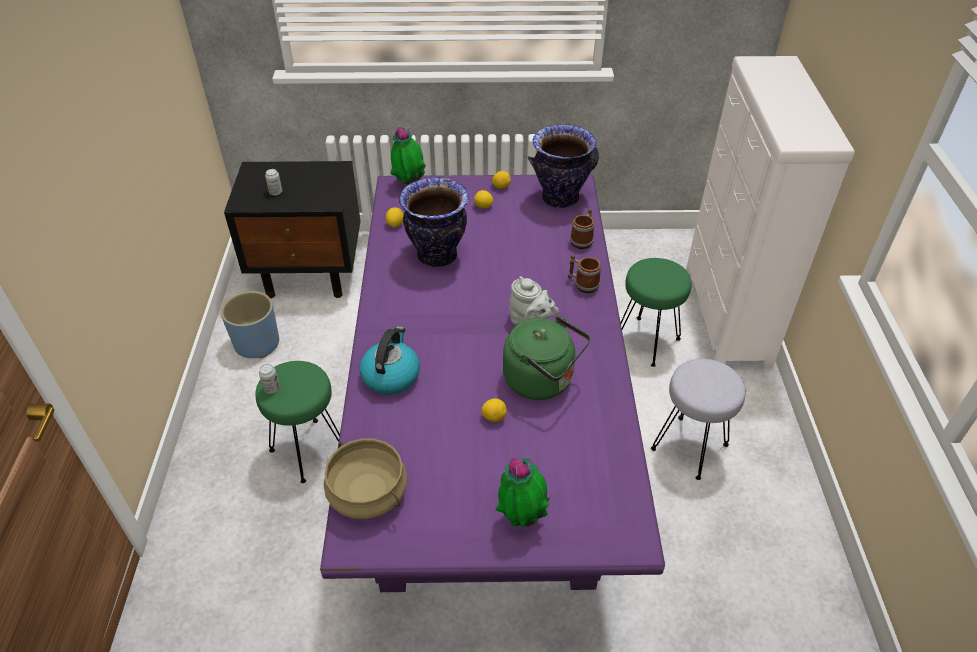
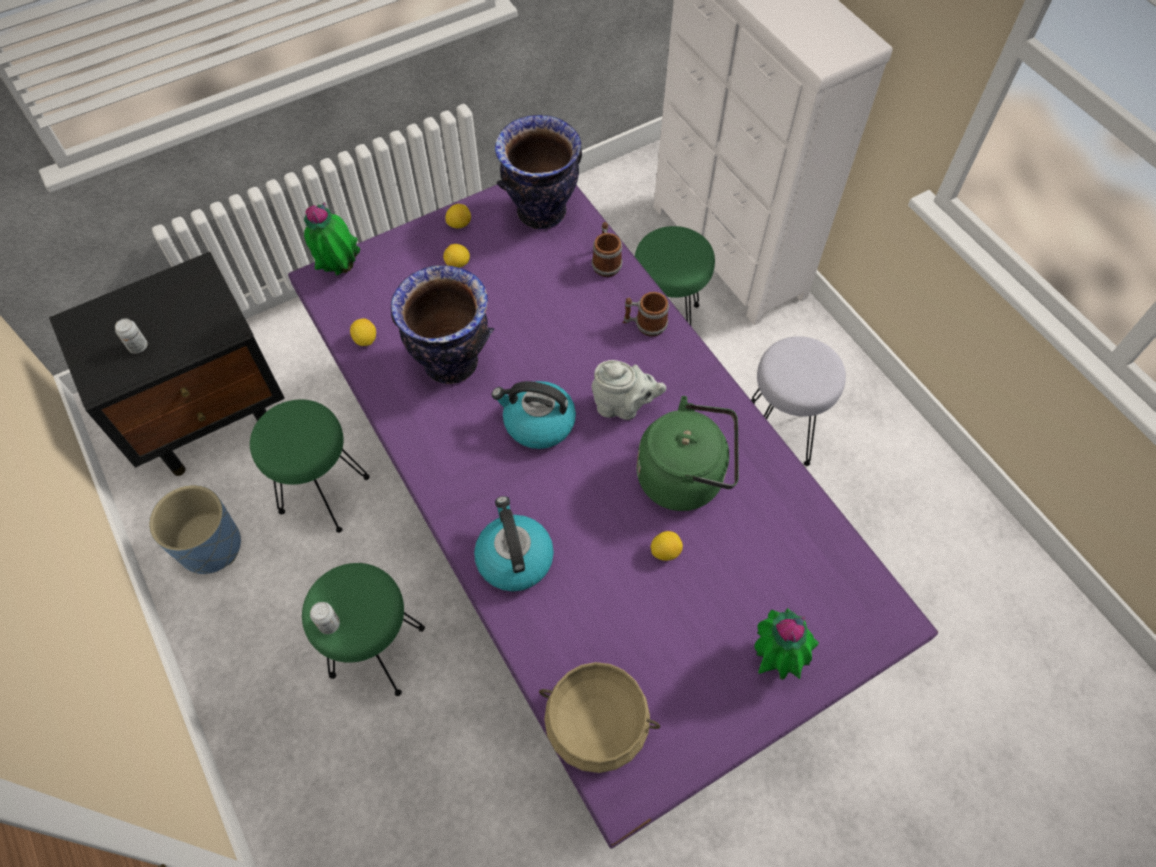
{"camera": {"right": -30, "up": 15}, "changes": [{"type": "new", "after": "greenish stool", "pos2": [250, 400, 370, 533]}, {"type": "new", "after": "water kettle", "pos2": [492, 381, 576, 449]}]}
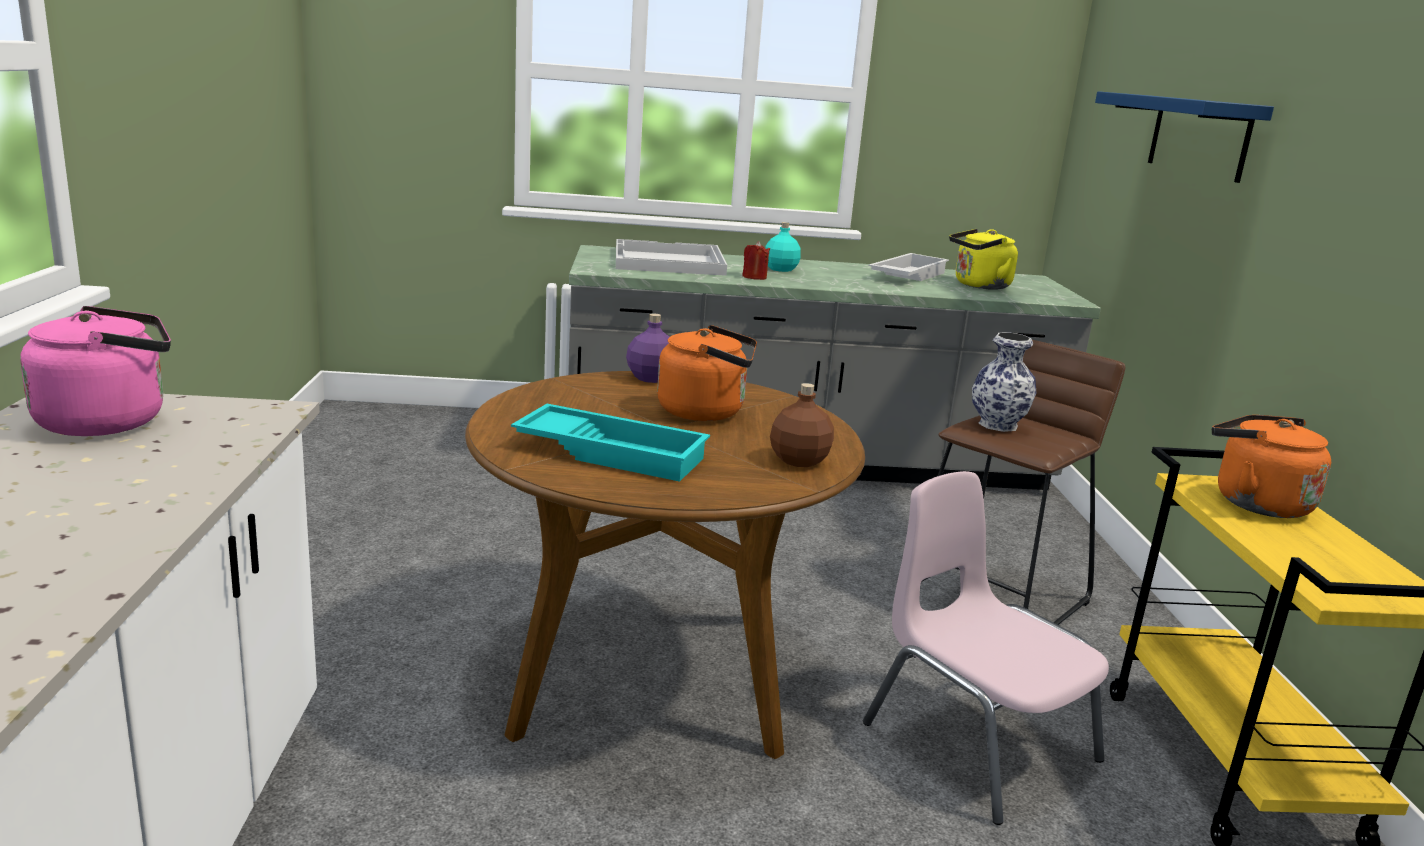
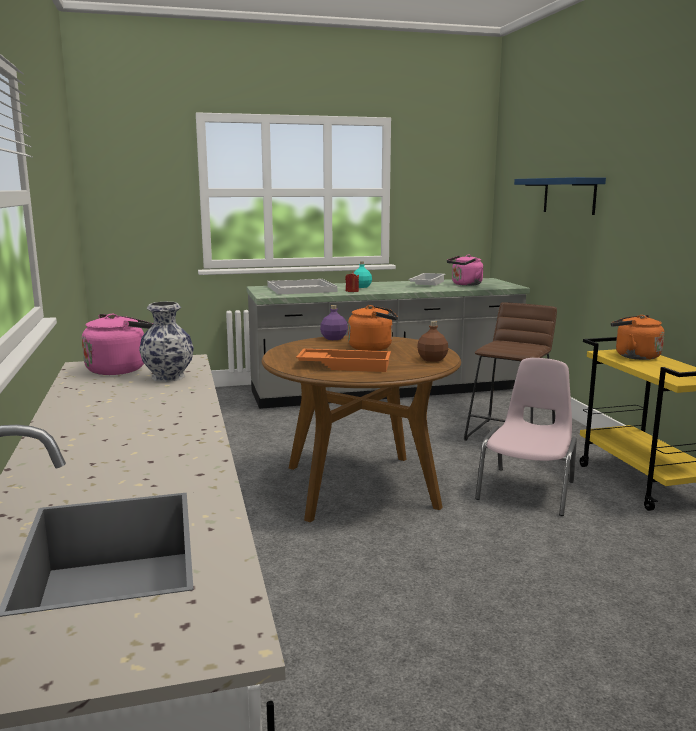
{"camera": {"right": -10, "up": -5}, "changes": [{"type": "shifted", "before": "flower vase", "pos1": [972, 332, 1036, 432], "pos2": [139, 302, 194, 382]}, {"type": "repainted", "before": "turquoise-coloured carrying tray", "after": "orangey carrying tray", "pos1": [511, 404, 710, 482], "pos2": [296, 349, 391, 372]}, {"type": "repainted", "before": "yellowish water kettle", "after": "pinkish water kettle", "pos1": [949, 229, 1018, 290], "pos2": [447, 255, 483, 286]}, {"type": "rotated", "before": "pinkish chair", "pos1": [863, 471, 1109, 825], "pos2": [475, 358, 577, 516], "turn": 75}]}
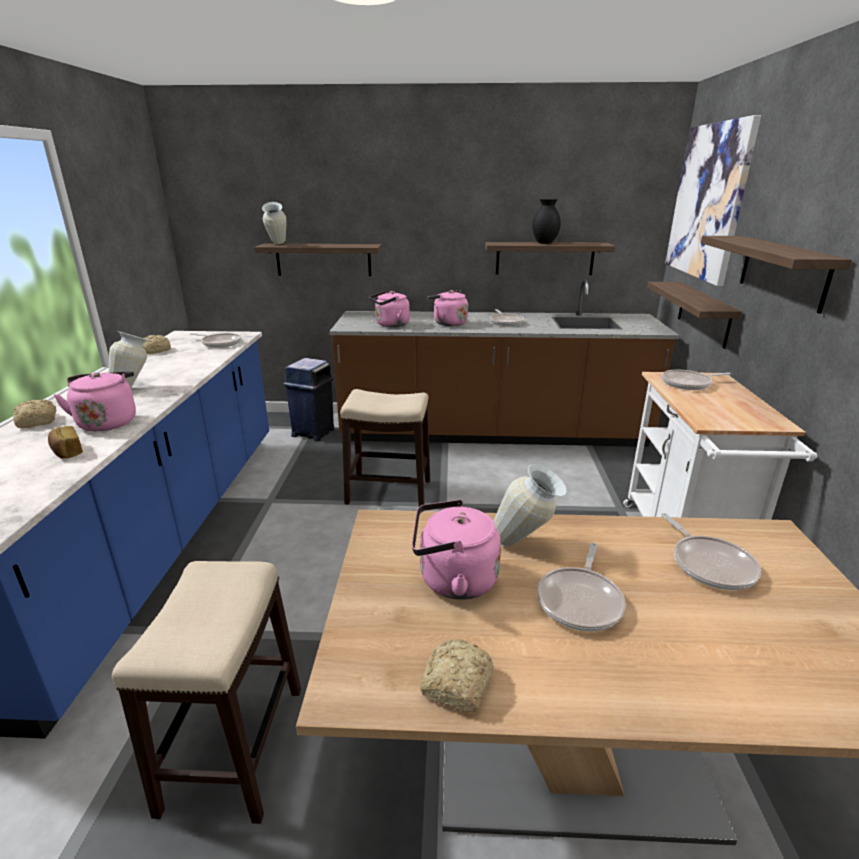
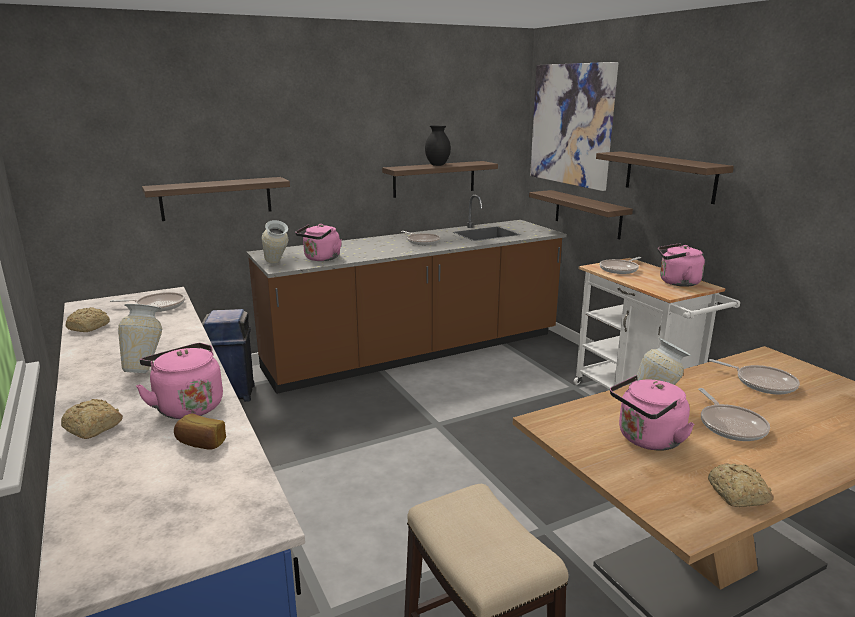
{"camera": {"right": -30, "up": -5}, "changes": [{"type": "gone", "before": "stool", "pos1": [340, 389, 430, 507]}, {"type": "shifted", "before": "flower vase", "pos1": [262, 202, 287, 244], "pos2": [262, 220, 289, 264]}, {"type": "shifted", "before": "pinkish water kettle", "pos1": [427, 290, 468, 326], "pos2": [658, 243, 705, 287]}]}
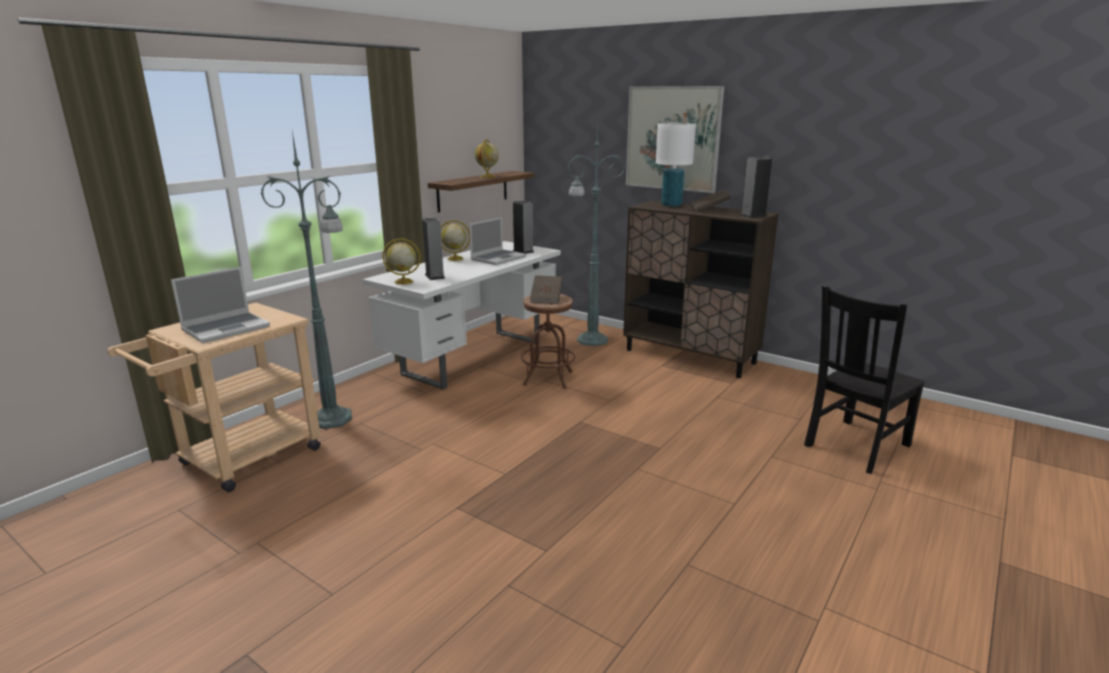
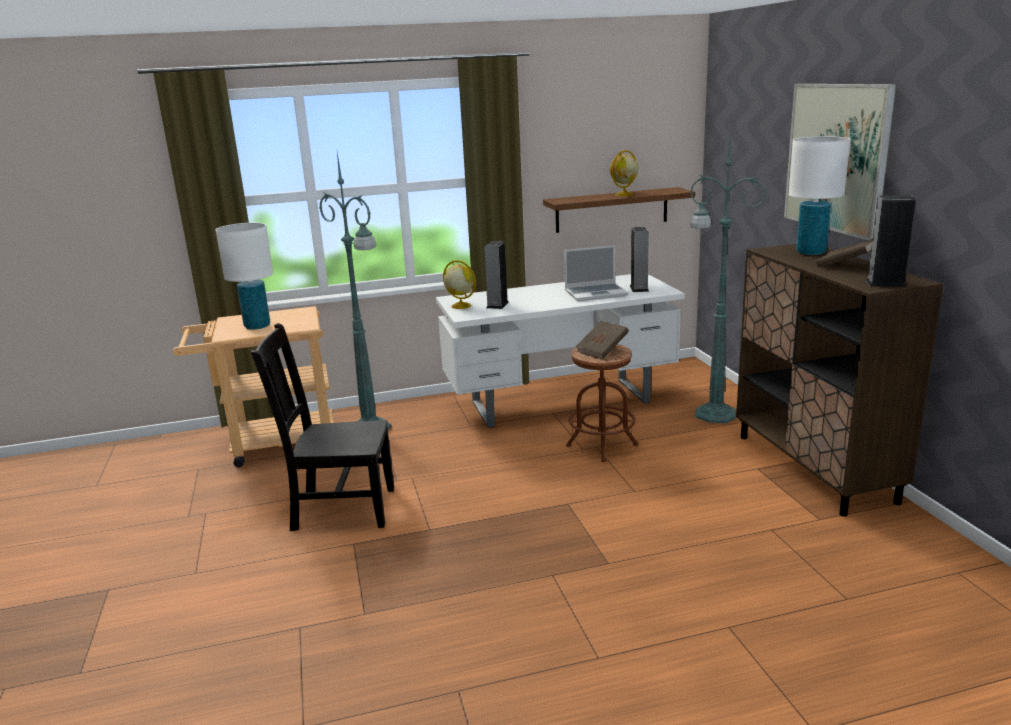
{"camera": {"right": 40, "up": 0}, "changes": [{"type": "gone", "before": "desk globe", "pos1": [441, 220, 470, 261]}, {"type": "shifted", "before": "black chair", "pos1": [804, 285, 925, 474], "pos2": [251, 323, 394, 531]}, {"type": "swapped", "before": "laptop", "after": "white tabletop lamp", "pos1": [171, 267, 270, 343], "pos2": [216, 223, 273, 330]}]}
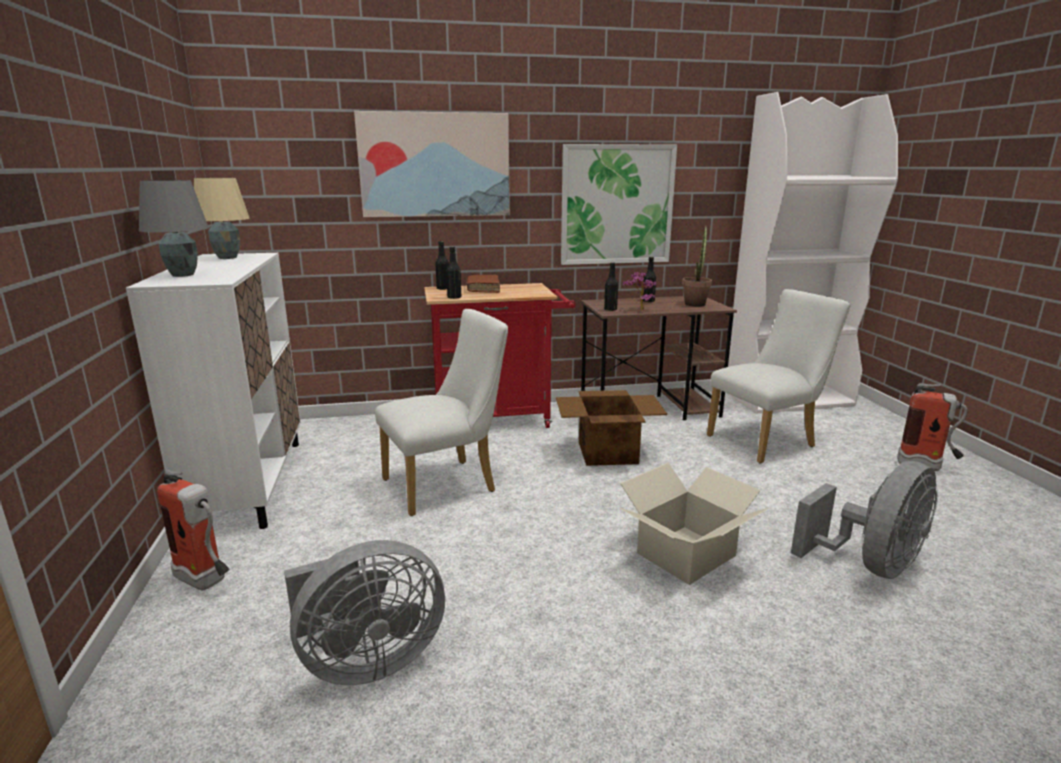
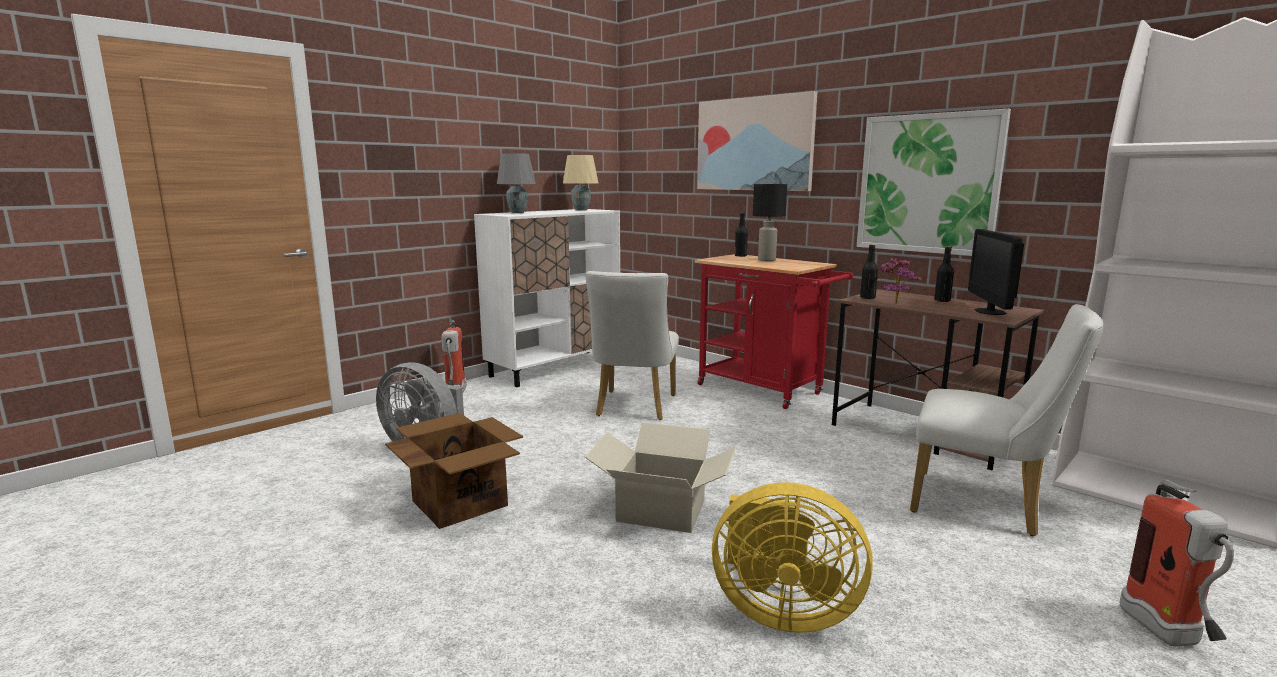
{"camera": {"right": 55, "up": -5}, "changes": [{"type": "gone", "before": "black drink bottle", "pos1": [446, 246, 461, 299]}, {"type": "shifted", "before": "packing box", "pos1": [556, 390, 667, 466], "pos2": [385, 413, 523, 529]}, {"type": "swapped", "before": "brown-coloured volume", "after": "black tabletop lamp", "pos1": [467, 275, 500, 293], "pos2": [753, 184, 787, 261]}, {"type": "swapped", "before": "plant in a pot", "after": "computer display", "pos1": [682, 225, 712, 307], "pos2": [968, 229, 1024, 315]}, {"type": "repainted", "before": "gray cooling fan", "after": "yellowish cooling fan", "pos1": [791, 461, 938, 579], "pos2": [712, 482, 873, 633]}, {"type": "rotated", "before": "white chair", "pos1": [375, 309, 508, 516], "pos2": [586, 271, 679, 420], "turn": 75}]}
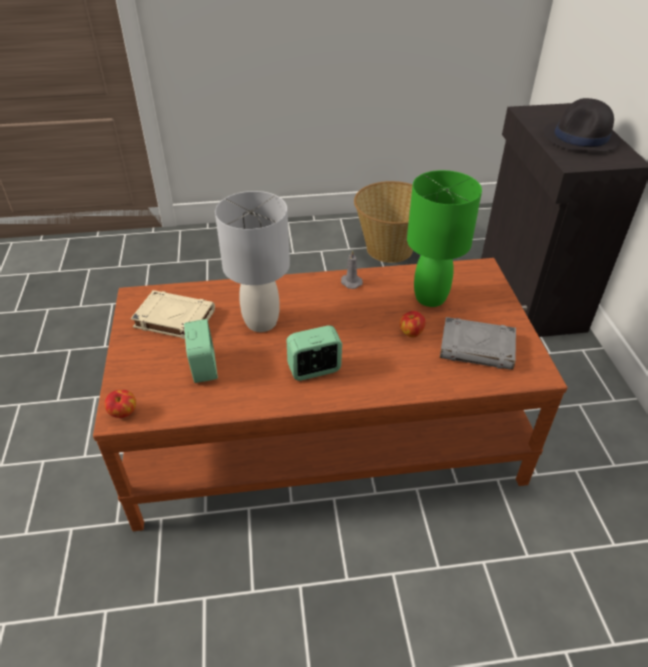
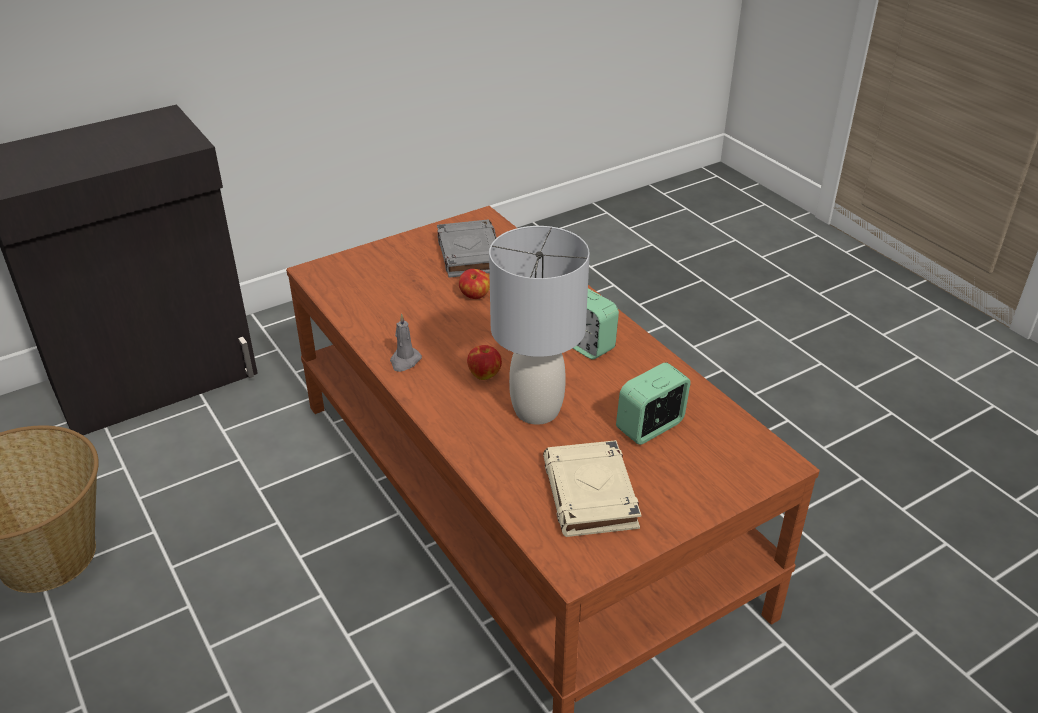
{"camera": {"right": -115, "up": -5}, "changes": [{"type": "gone", "before": "greenish tabletop lamp", "pos1": [407, 170, 482, 307]}, {"type": "gone", "before": "black hat", "pos1": [543, 98, 621, 152]}, {"type": "shifted", "before": "whole apple", "pos1": [105, 390, 136, 418], "pos2": [467, 345, 502, 380]}]}
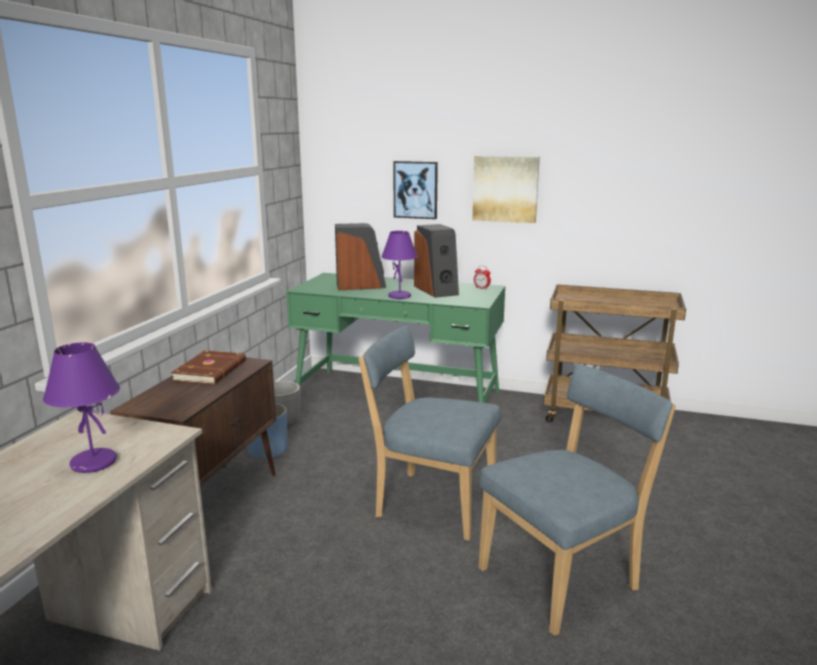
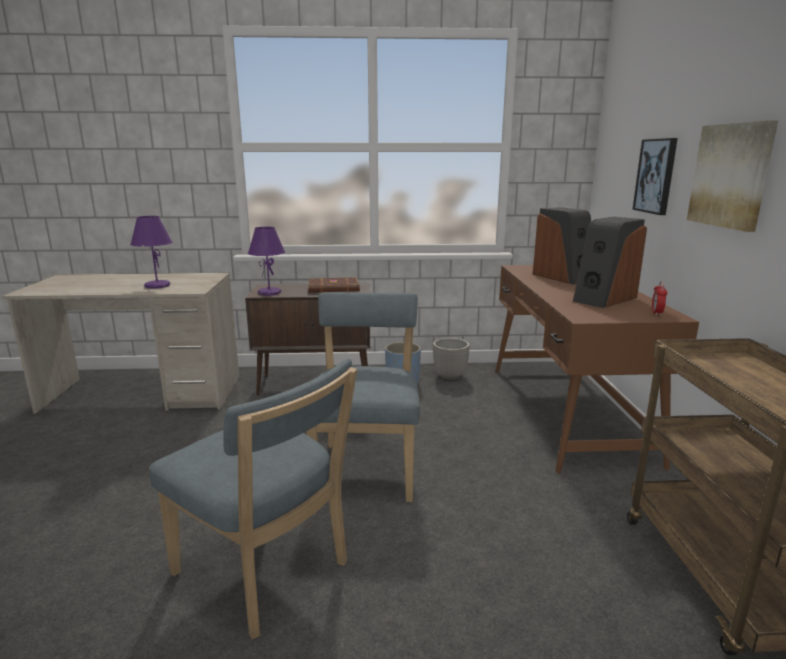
{"camera": {"right": 70, "up": 0}, "changes": [{"type": "shifted", "before": "purple tabletop lamp", "pos1": [381, 231, 418, 299], "pos2": [248, 227, 285, 296]}, {"type": "repainted", "before": "greenish desk", "after": "brown-coloured desk", "pos1": [286, 273, 505, 403], "pos2": [496, 265, 699, 473]}]}
